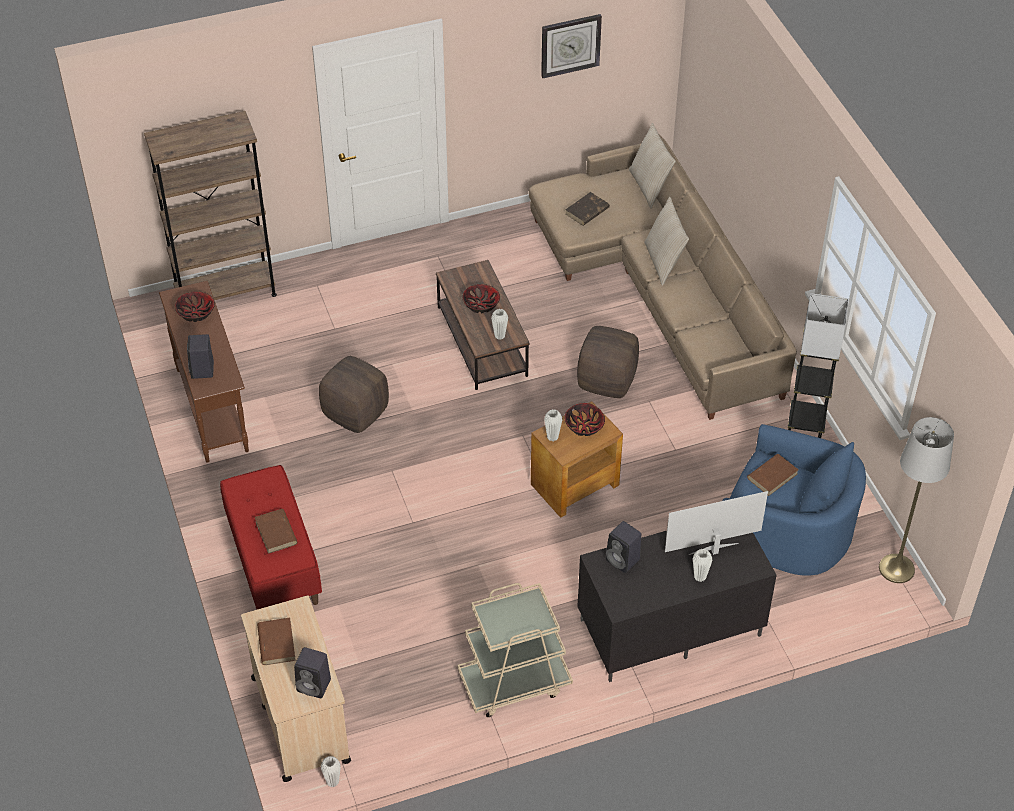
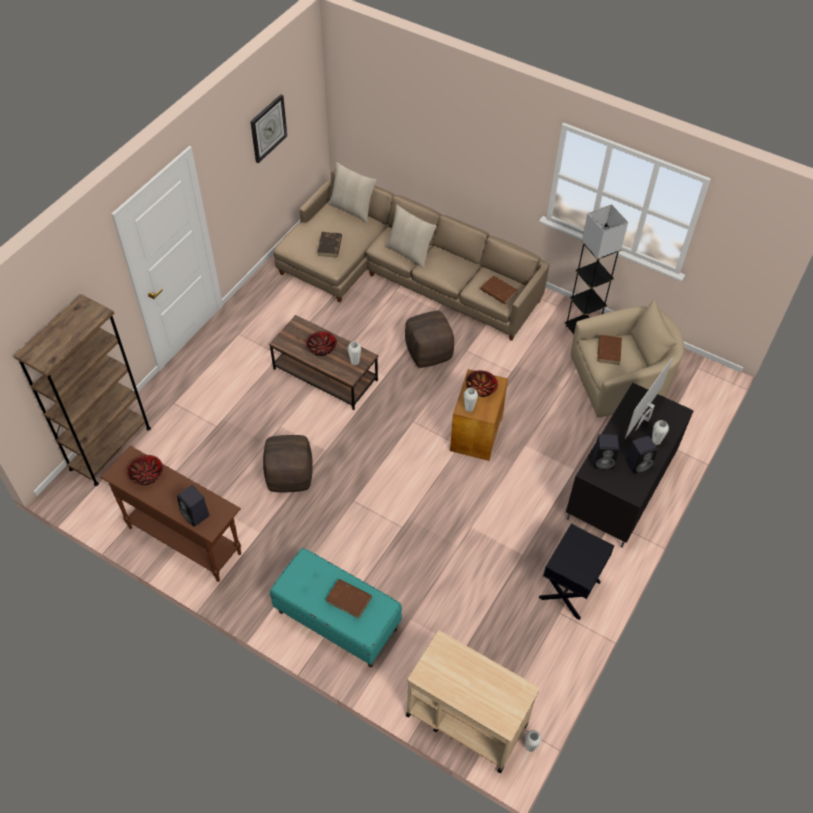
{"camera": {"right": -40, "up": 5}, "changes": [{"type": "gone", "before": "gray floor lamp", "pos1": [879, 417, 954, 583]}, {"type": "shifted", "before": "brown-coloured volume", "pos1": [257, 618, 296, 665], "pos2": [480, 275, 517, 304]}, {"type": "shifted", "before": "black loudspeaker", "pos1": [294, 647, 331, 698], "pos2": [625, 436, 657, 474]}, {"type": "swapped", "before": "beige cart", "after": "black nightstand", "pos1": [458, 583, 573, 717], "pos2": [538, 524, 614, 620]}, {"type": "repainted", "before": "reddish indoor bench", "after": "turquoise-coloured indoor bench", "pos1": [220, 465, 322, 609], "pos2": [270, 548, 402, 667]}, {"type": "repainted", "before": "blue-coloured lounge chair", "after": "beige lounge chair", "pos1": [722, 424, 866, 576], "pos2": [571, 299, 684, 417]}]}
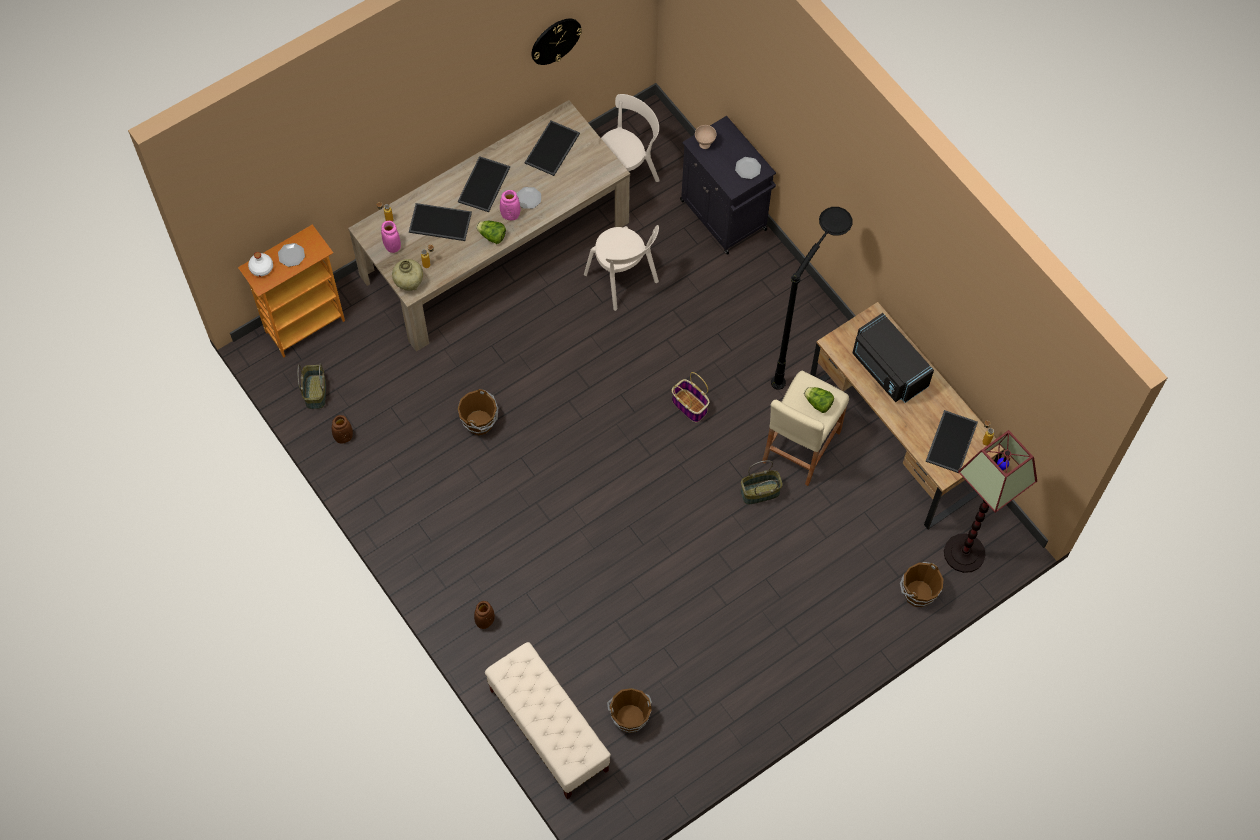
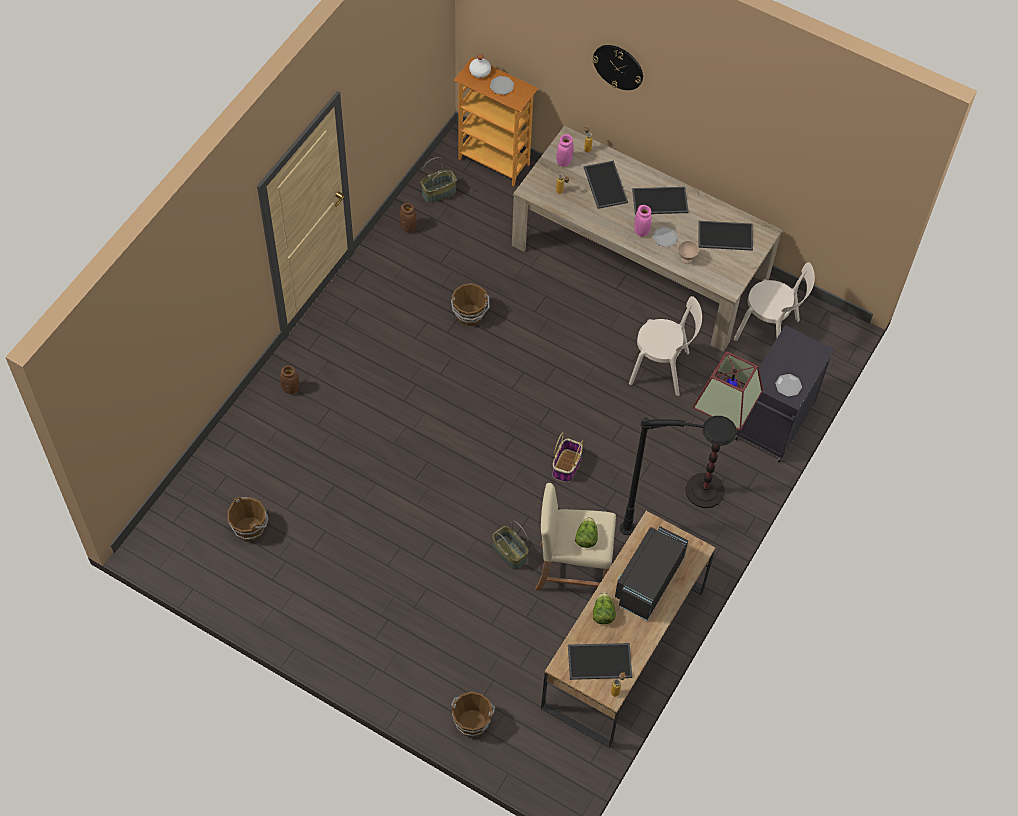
{"camera": {"right": 65, "up": -5}, "changes": [{"type": "gone", "before": "beige flower vase", "pos1": [392, 259, 423, 291]}, {"type": "gone", "before": "beige indoor bench", "pos1": [485, 642, 611, 799]}, {"type": "shifted", "before": "lettuce head", "pos1": [476, 221, 506, 244], "pos2": [593, 592, 616, 624]}, {"type": "shifted", "before": "clock on the wall", "pos1": [531, 19, 582, 65], "pos2": [592, 45, 643, 90]}, {"type": "shifted", "before": "beige serving bowl", "pos1": [695, 125, 717, 149], "pos2": [678, 241, 699, 264]}, {"type": "shifted", "before": "floor lamp", "pos1": [944, 430, 1037, 573], "pos2": [685, 351, 763, 508]}, {"type": "rotated", "before": "beige chair", "pos1": [584, 225, 659, 311], "pos2": [629, 296, 702, 396], "turn": -105}]}
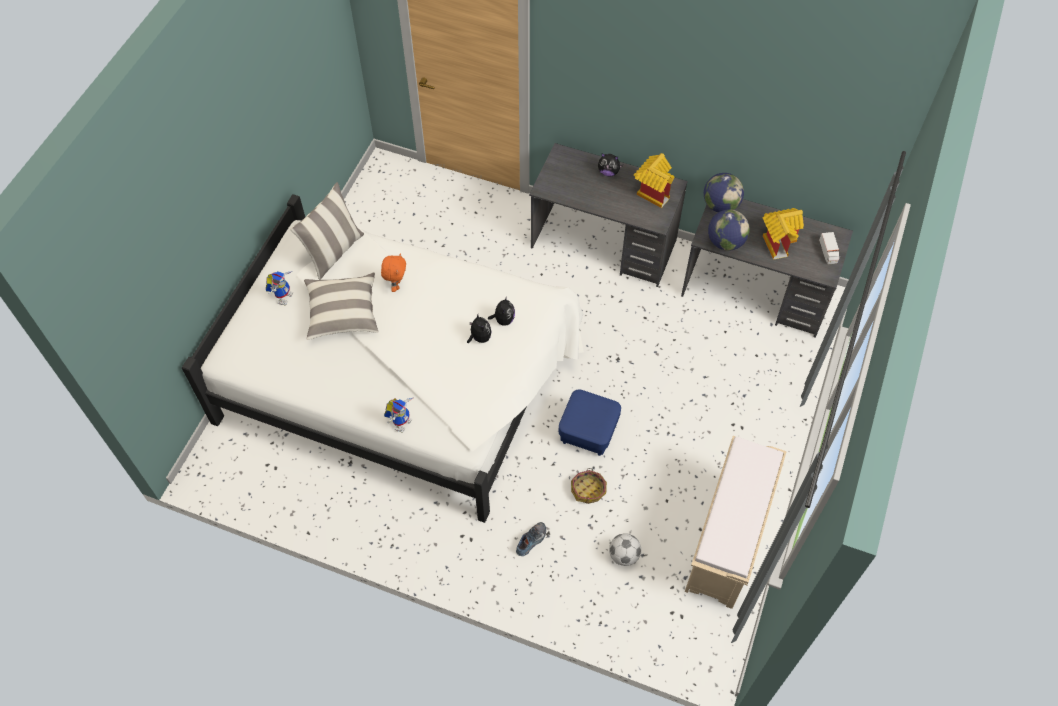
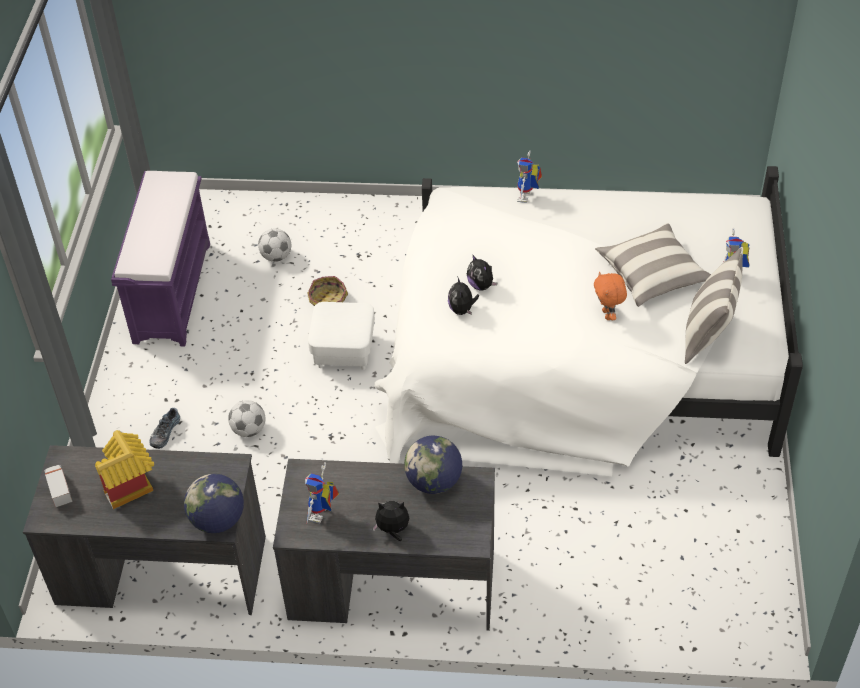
{"camera": {"right": 165, "up": -10}, "changes": [{"type": "new", "after": "football", "pos2": [228, 400, 265, 437]}, {"type": "shifted", "before": "item of footwear", "pos1": [516, 522, 546, 556], "pos2": [149, 408, 180, 449]}, {"type": "shifted", "before": "desk globe", "pos1": [708, 209, 750, 251], "pos2": [404, 436, 462, 494]}, {"type": "swapped", "before": "miniature house", "after": "robot figure", "pos1": [634, 153, 674, 208], "pos2": [305, 462, 339, 525]}, {"type": "repainted", "before": "blue-coloured pouffe", "after": "white pouffe", "pos1": [559, 390, 621, 456], "pos2": [308, 302, 375, 370]}, {"type": "repainted", "before": "beige indoor bench", "after": "purple indoor bench", "pos1": [685, 436, 787, 609], "pos2": [111, 171, 210, 346]}]}
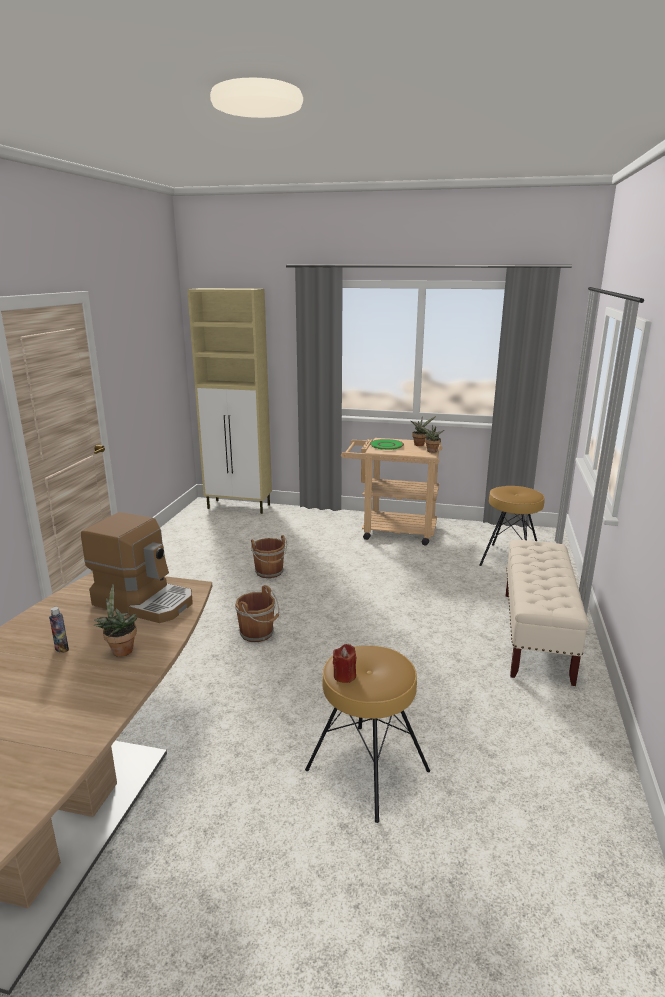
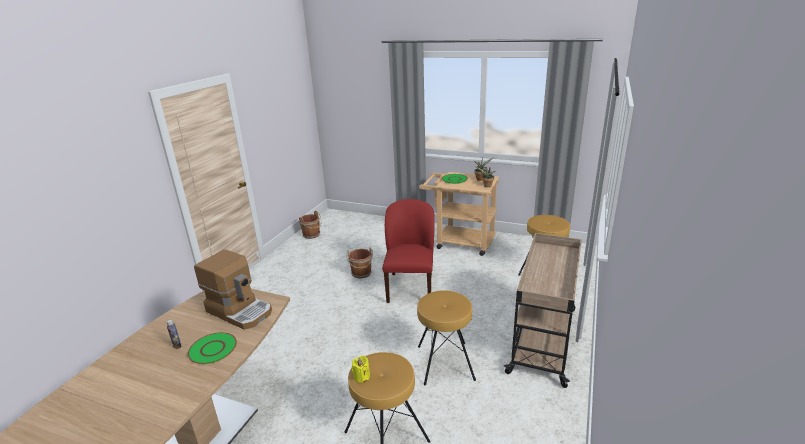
{"camera": {"right": 10, "up": 5}, "changes": [{"type": "gone", "before": "beige cabinet", "pos1": [187, 288, 272, 514]}, {"type": "new", "after": "reddish chair", "pos2": [382, 199, 435, 303]}, {"type": "new", "after": "brown-coloured stool", "pos2": [417, 290, 476, 385]}, {"type": "shifted", "before": "brown-coloured water bucket", "pos1": [235, 585, 279, 642], "pos2": [299, 211, 322, 239]}, {"type": "swapped", "before": "plant in a pot", "after": "greenish flat dish", "pos1": [94, 584, 138, 657], "pos2": [188, 332, 237, 364]}, {"type": "swapped", "before": "beige indoor bench", "after": "beige cart", "pos1": [506, 540, 589, 686], "pos2": [504, 233, 582, 388]}, {"type": "repainted", "before": "reddish wax candle", "after": "yellowish wax candle", "pos1": [333, 644, 356, 683], "pos2": [352, 356, 370, 383]}]}
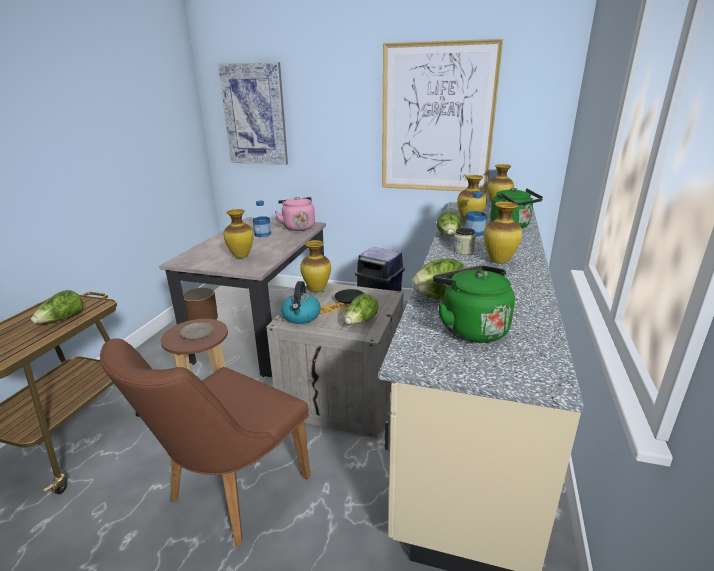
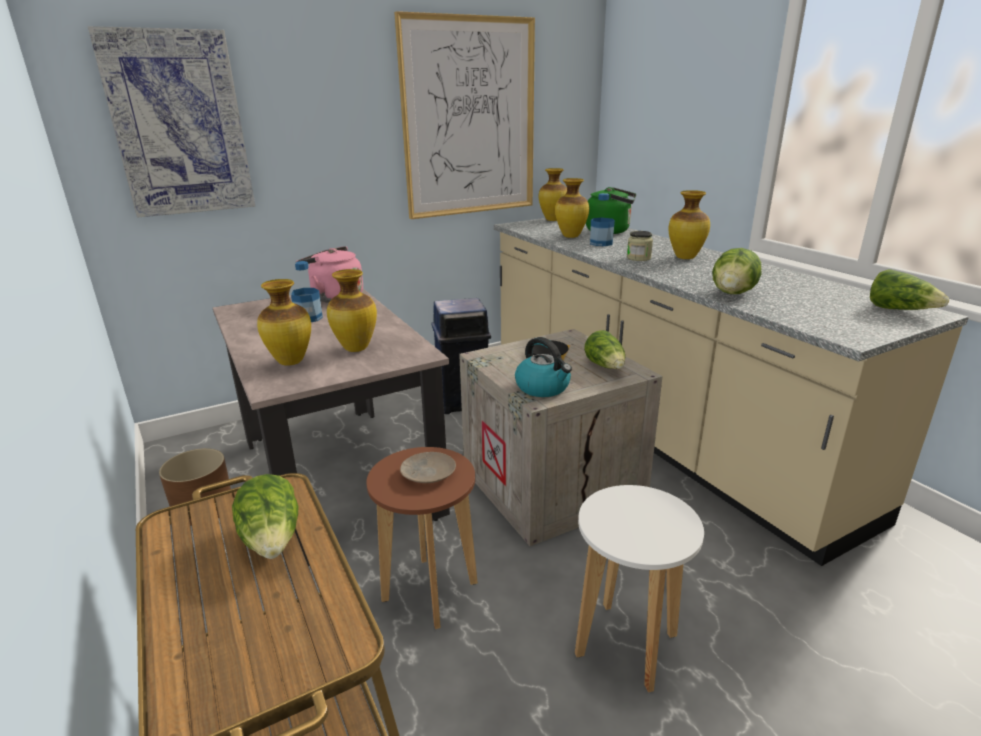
{"camera": {"right": -45, "up": 0}, "changes": [{"type": "gone", "before": "greenish water kettle", "pos1": [433, 265, 515, 343]}, {"type": "shifted", "before": "flower vase", "pos1": [300, 240, 331, 292], "pos2": [257, 279, 311, 366]}, {"type": "shifted", "before": "lettuce head", "pos1": [437, 211, 461, 236], "pos2": [870, 269, 949, 310]}, {"type": "swapped", "before": "brown-coloured chair", "after": "white stool", "pos1": [100, 339, 311, 547], "pos2": [575, 485, 704, 692]}]}
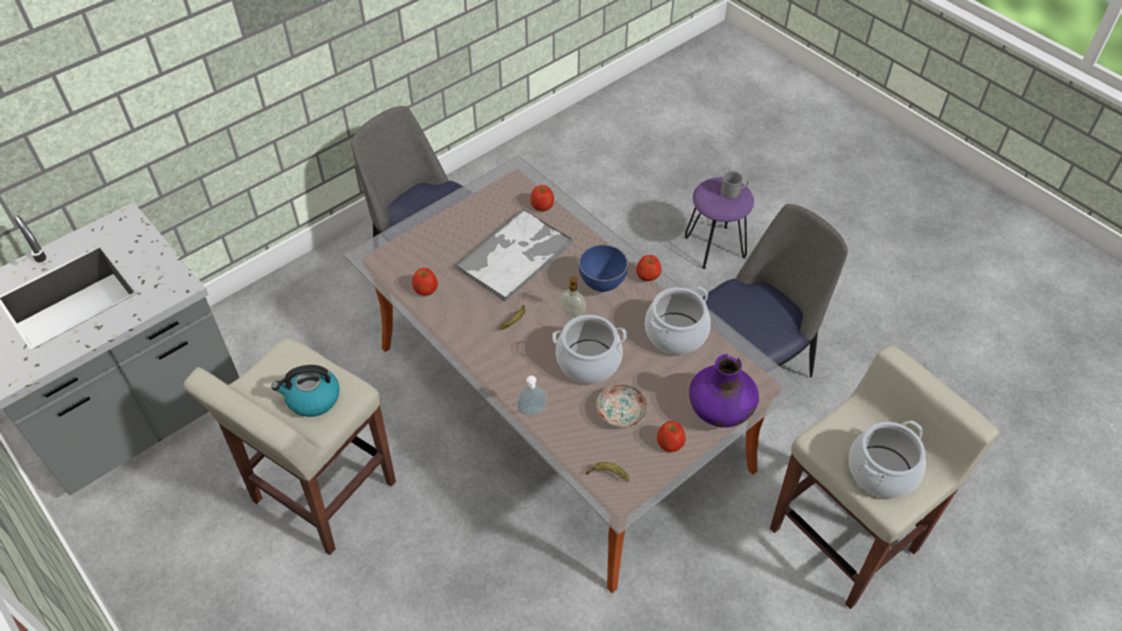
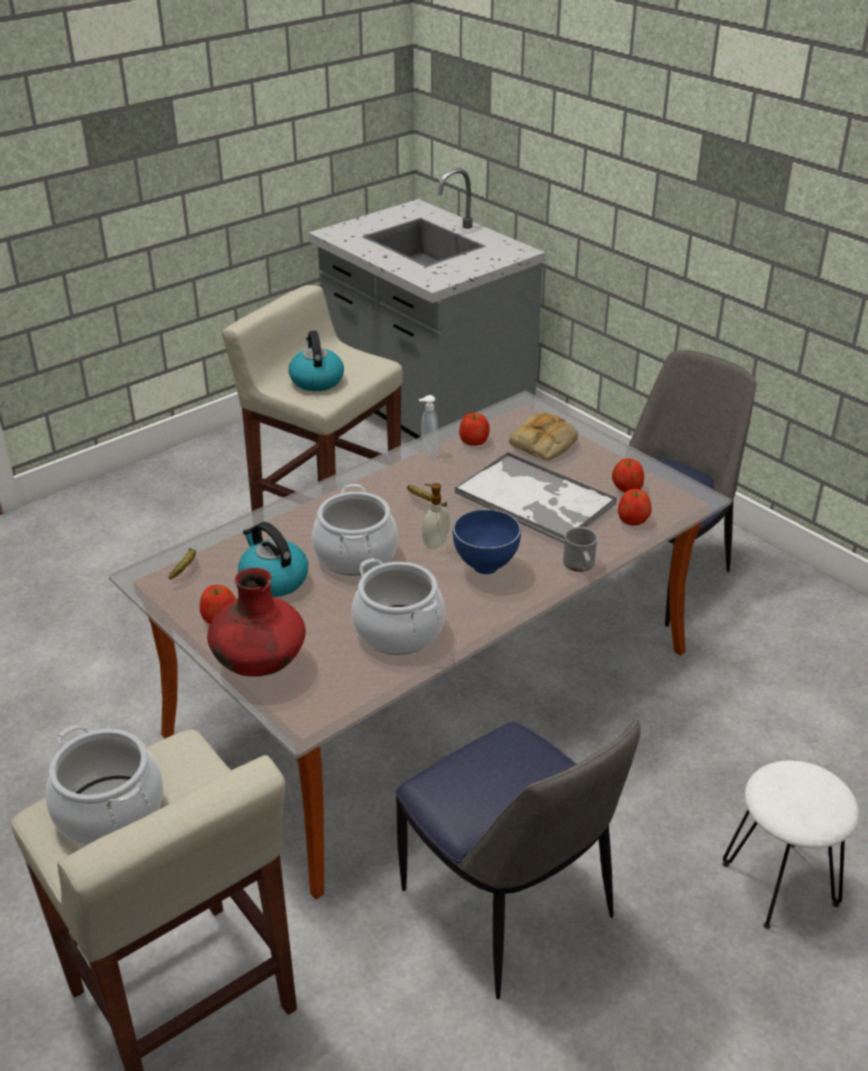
{"camera": {"right": 90, "up": -15}, "changes": [{"type": "new", "after": "bakery bread", "pos2": [509, 412, 578, 461]}, {"type": "shifted", "before": "soap bottle", "pos1": [517, 376, 547, 415], "pos2": [419, 395, 438, 456]}, {"type": "shifted", "before": "whole apple", "pos1": [636, 255, 661, 281], "pos2": [612, 458, 644, 492]}, {"type": "shifted", "before": "gray coffee mug", "pos1": [721, 171, 749, 199], "pos2": [563, 527, 598, 572]}, {"type": "swapped", "before": "flat dish", "after": "water kettle", "pos1": [596, 385, 648, 427], "pos2": [238, 522, 308, 597]}, {"type": "repainted", "before": "purple stool", "after": "white stool", "pos1": [685, 177, 754, 269], "pos2": [722, 760, 859, 929]}, {"type": "repainted", "before": "purple flower vase", "after": "reddish flower vase", "pos1": [689, 354, 759, 428], "pos2": [207, 568, 306, 676]}]}
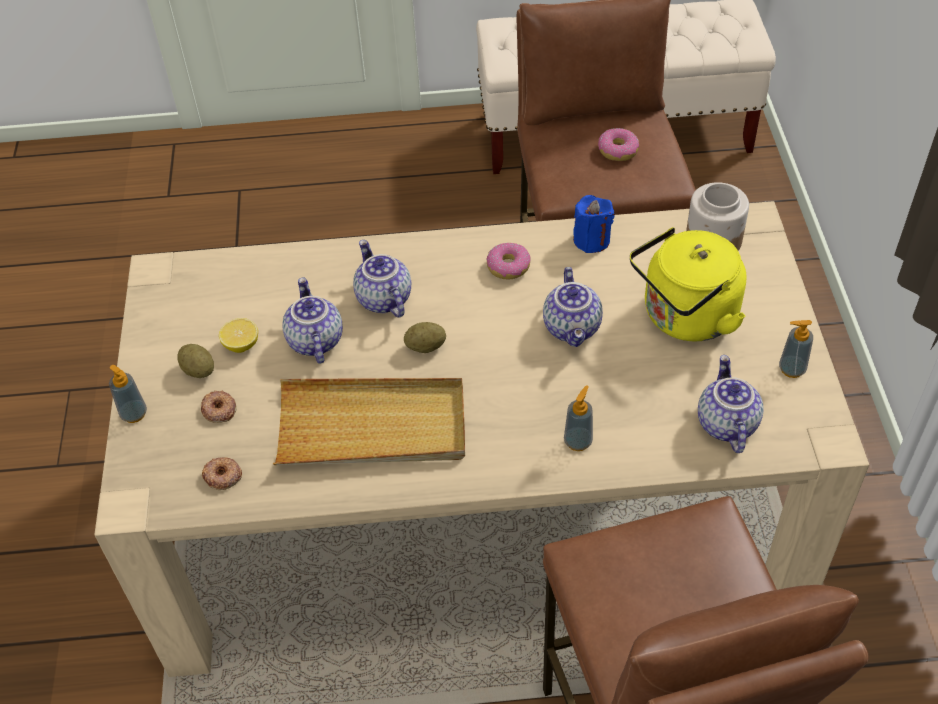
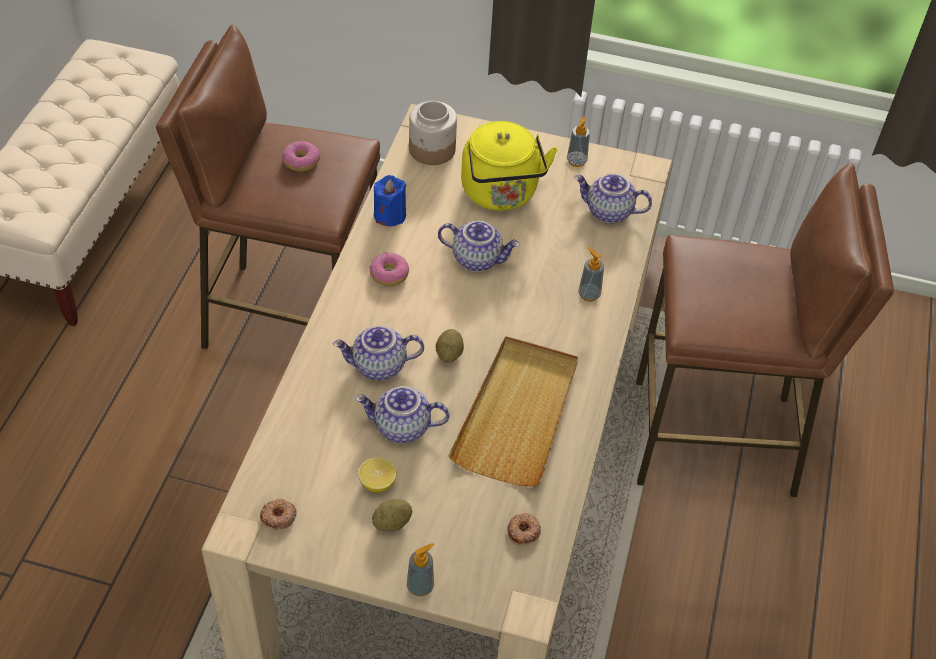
{"camera": {"right": -75, "up": 0}, "changes": [{"type": "shifted", "before": "doughnut", "pos1": [201, 390, 236, 423], "pos2": [260, 499, 297, 530]}]}
